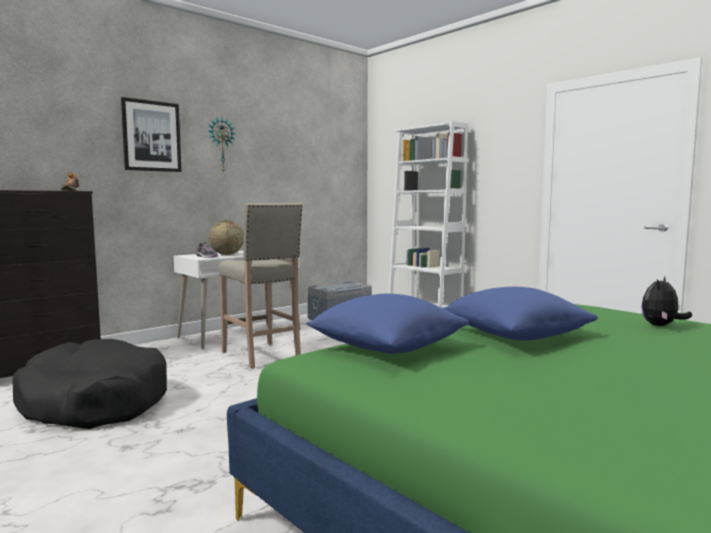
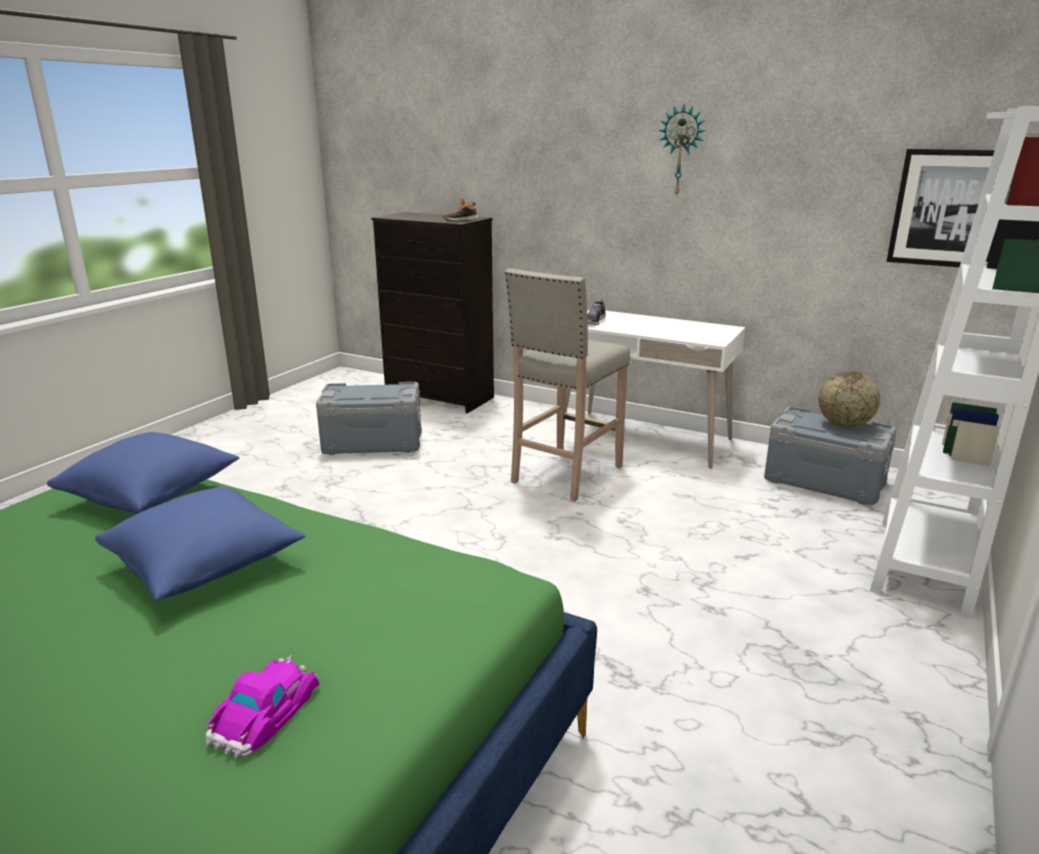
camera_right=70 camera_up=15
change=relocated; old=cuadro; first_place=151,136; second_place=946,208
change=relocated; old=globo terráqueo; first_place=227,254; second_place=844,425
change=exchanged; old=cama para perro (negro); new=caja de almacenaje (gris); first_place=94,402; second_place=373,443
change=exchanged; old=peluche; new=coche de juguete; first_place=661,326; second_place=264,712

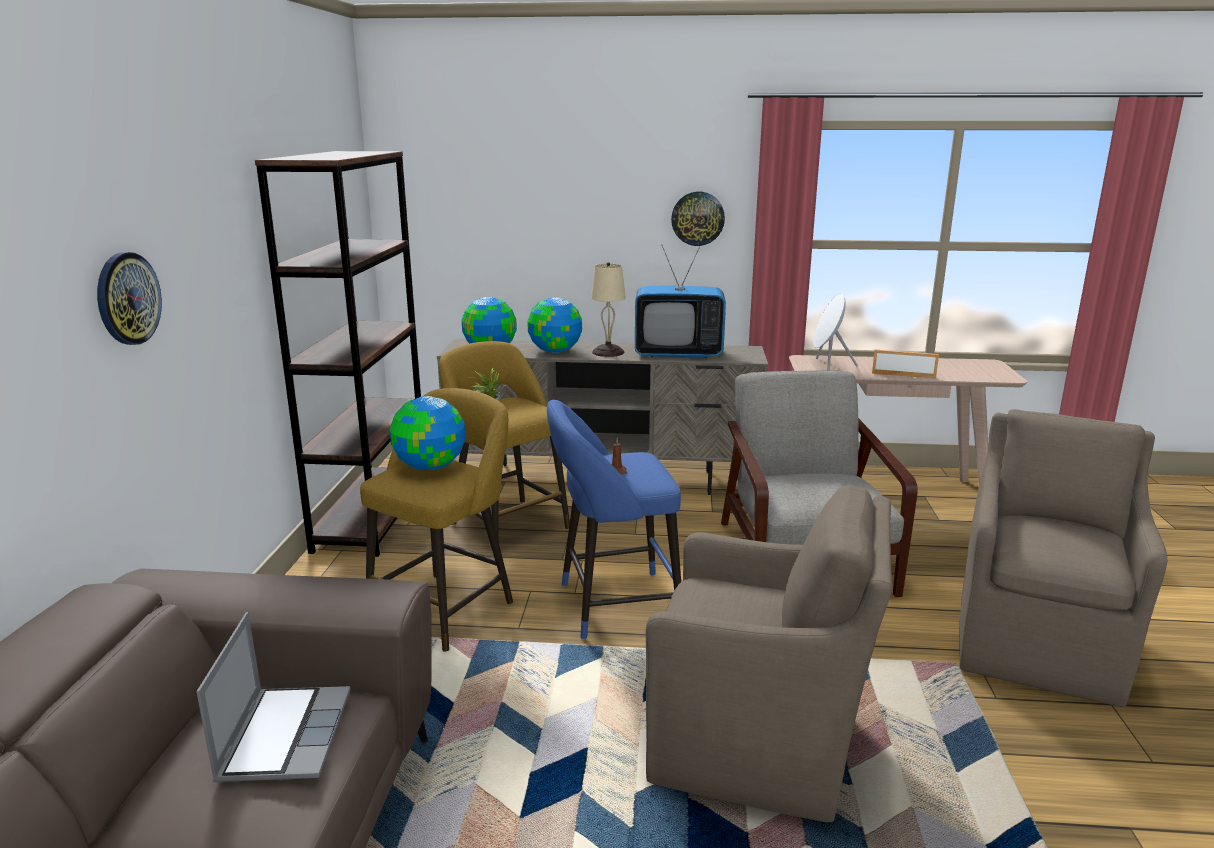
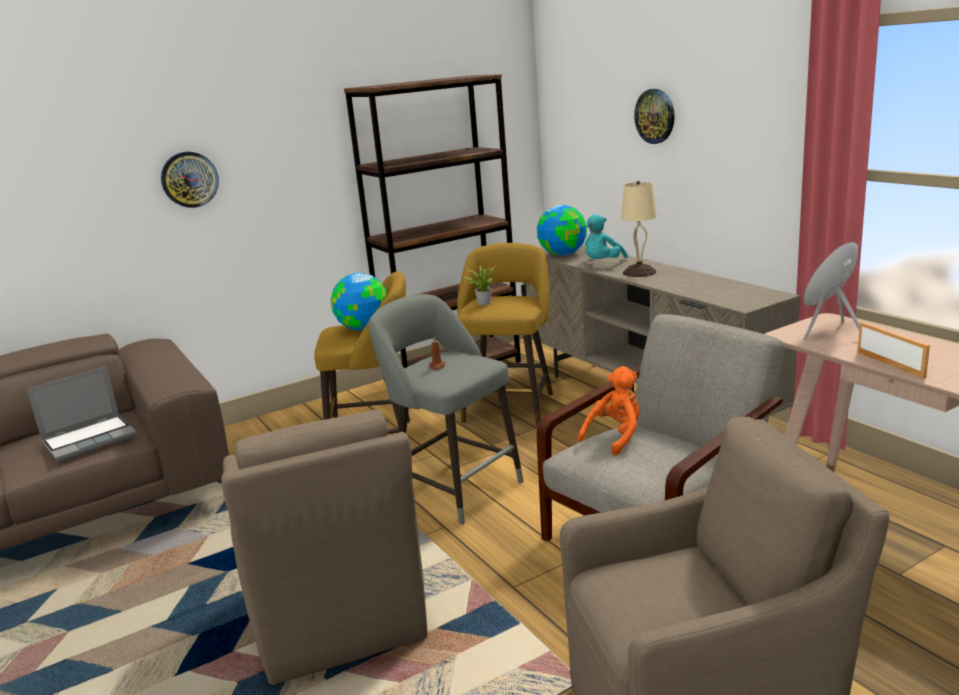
camera_right=55 camera_up=0
change=missing; old=televisor; first_place=678,354
change=appeared; new=peluche (naranja); second_place=615,437
change=relocated; old=reloj de pared; first_place=697,218; second_place=655,116
change=exchanged; old=globo terráqueo; new=peluche (turquesa); first_place=555,351; second_place=602,263
change=colour; old=taburete (azul); new=taburete (gris); first_place=612,606; second_place=453,488

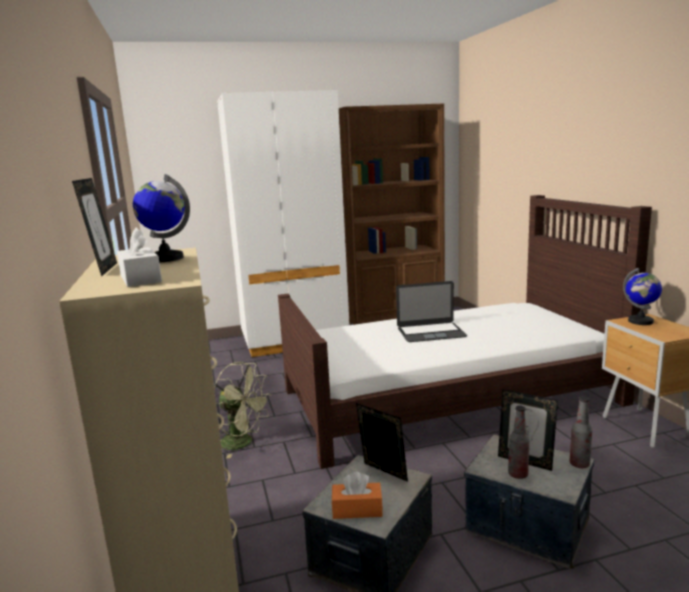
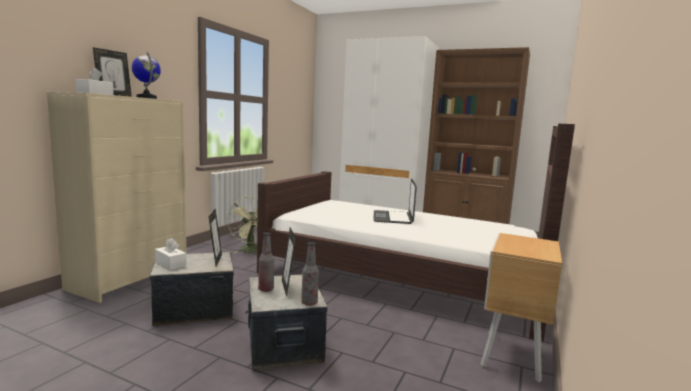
camera_right=40 camera_up=-5
change=missing; old=globo terráqueo; first_place=640,321
change=colour; old=caja de pañuelos (naranja); new=caja de pañuelos (blanco); first_place=357,509; second_place=170,264
change=spun; old=portátil; first_place=431,332; second_place=393,217; degrees=60

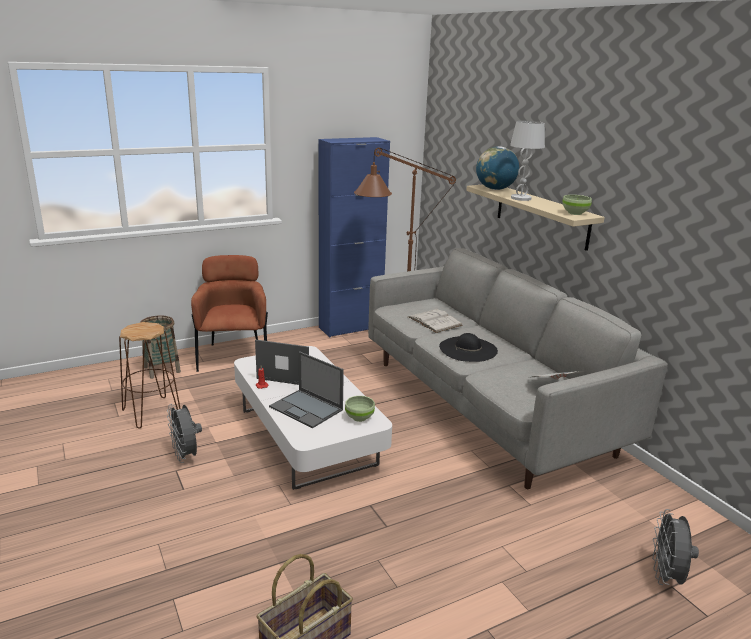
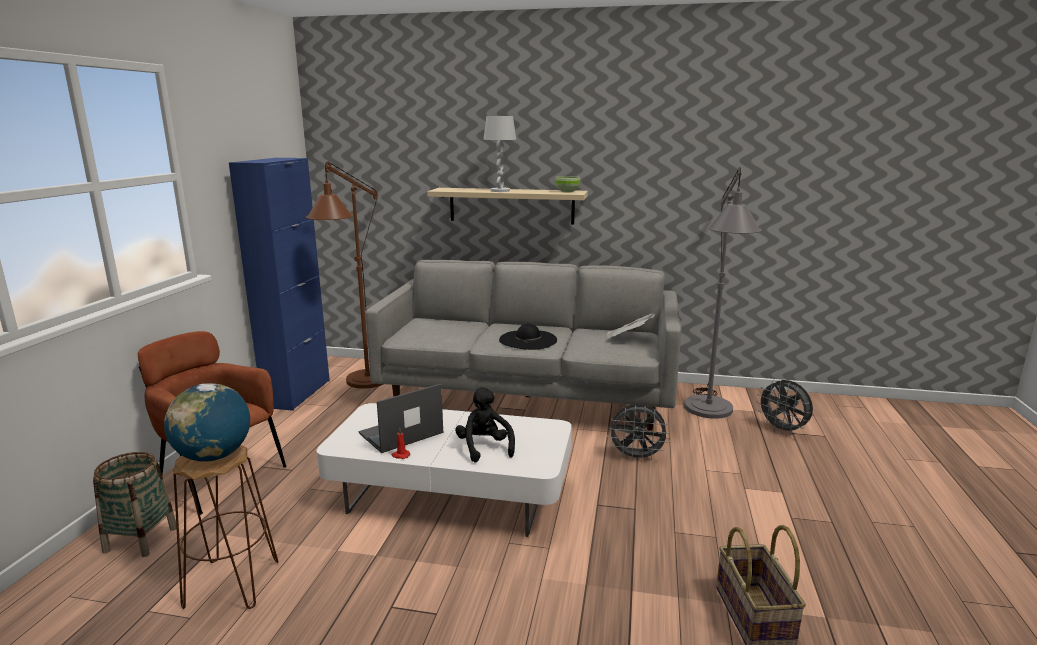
camera_right=-50 camera_up=-5
change=missing; old=cuenco (verde); first_place=360,417
change=missing; old=libro (blanco); first_place=434,321
change=appeared; new=lámpara de pie (gris); second_place=709,414
change=relocated; old=ventilador (gris); first_place=186,456; second_place=636,457
change=relocated; old=globo terráqueo; first_place=495,189; second_place=214,456
change=exchanged; old=portátil; new=peluche (negro); first_place=307,409; second_place=484,448

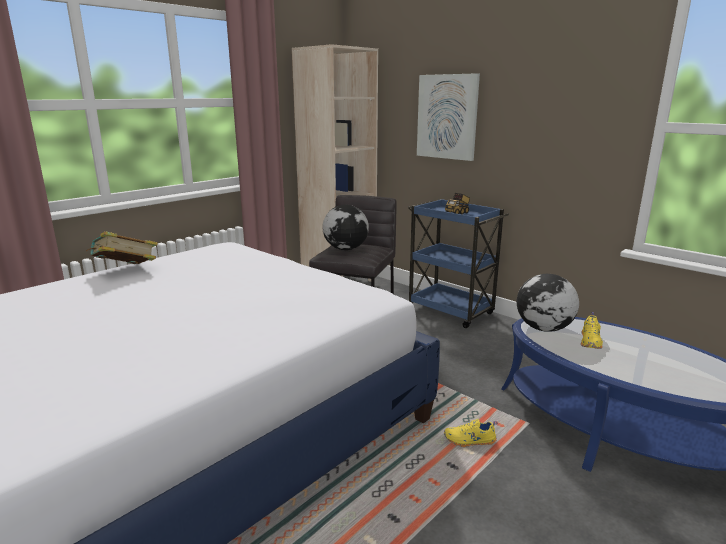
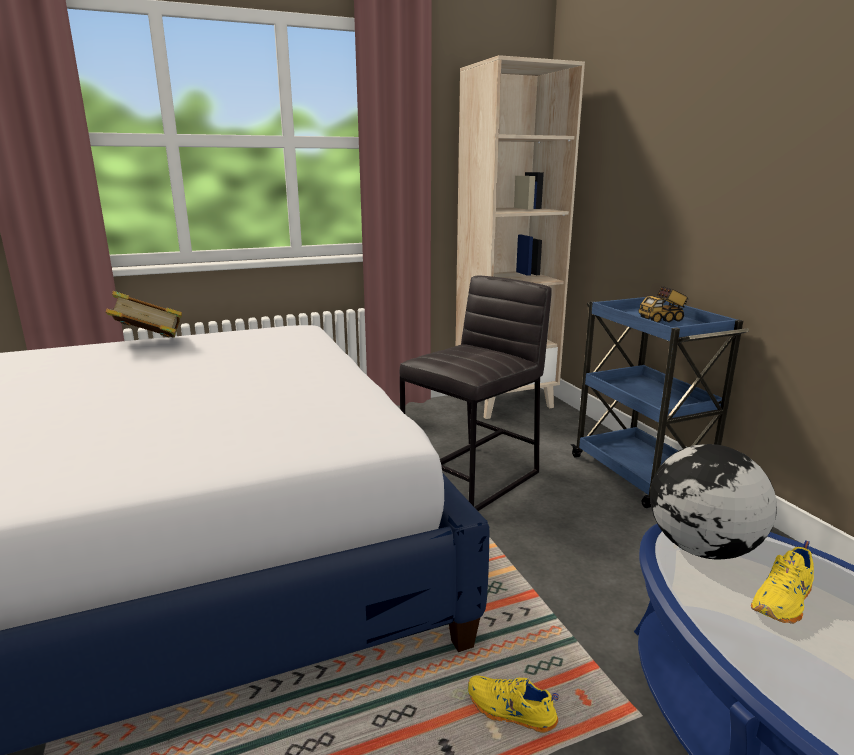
camera_right=25 camera_up=0
change=missing; old=globo terráqueo; first_place=345,249
change=missing; old=cuadro; first_place=447,117

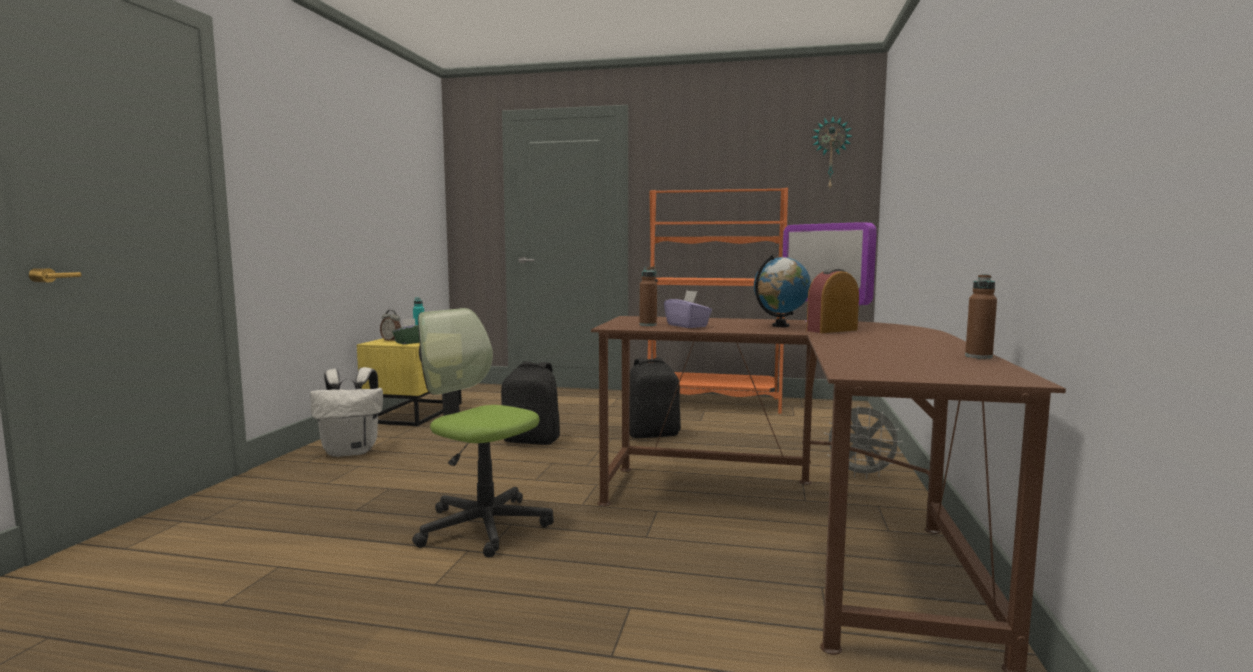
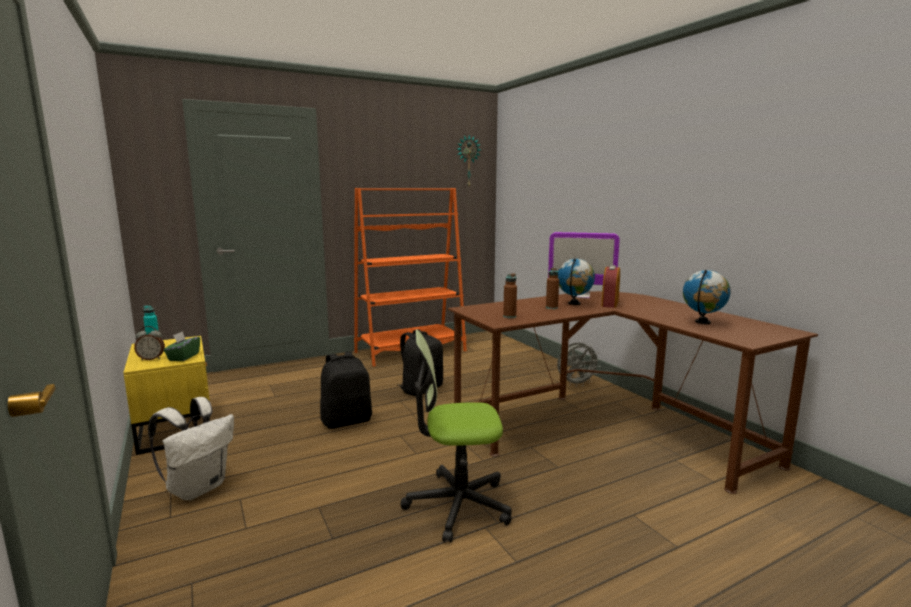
camera_right=-40 camera_up=5
change=missing; old=caja de pañuelos (morado); first_place=687,326
change=appeared; new=globo terráqueo; second_place=703,322
change=relocated; old=botella (marrón); first_place=978,356; second_place=551,308

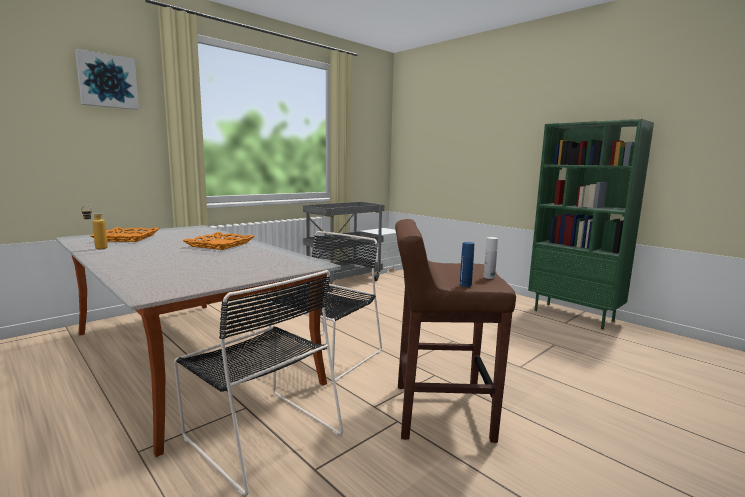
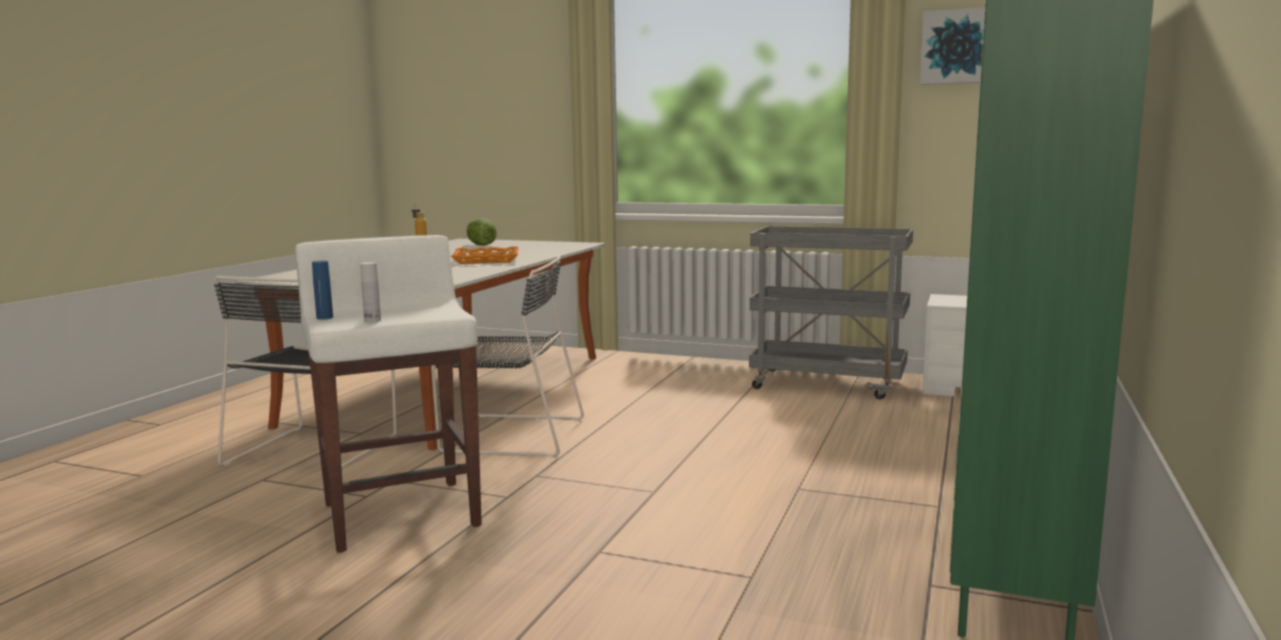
camera_right=65 camera_up=0
change=relocated; old=cuadro; first_place=107,81; second_place=959,47
change=exchanged; old=bandeja (naranja); new=lechuga; first_place=127,238; second_place=480,245
change=colour; old=taburete (marrón); new=taburete (blanco); first_place=440,411; second_place=401,513

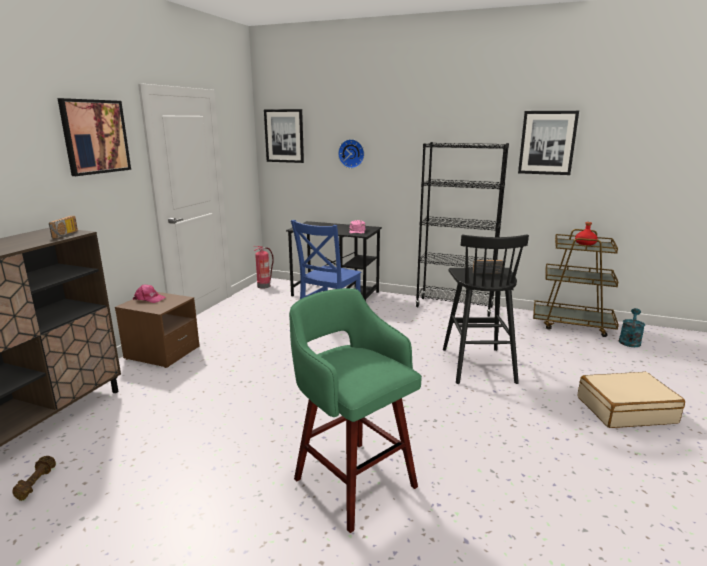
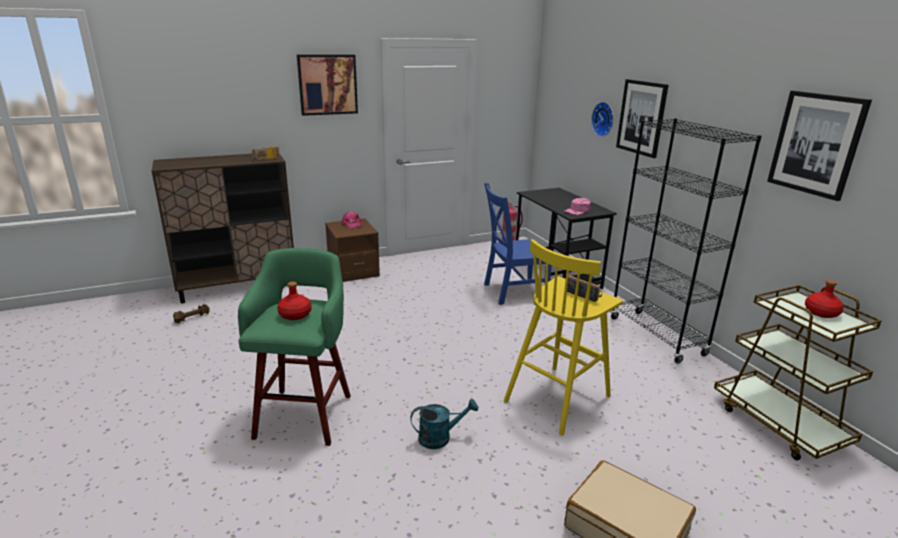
camera_right=45 camera_up=5
change=appeared; new=botella (rojo); second_place=295,315
change=relocated; old=cuadro; first_place=284,136; second_place=641,117
change=relocated; old=regadera (turquesa); first_place=629,341; second_place=440,437
change=colour; old=taburete (negro); new=taburete (amarillo); first_place=477,364; second_place=558,398

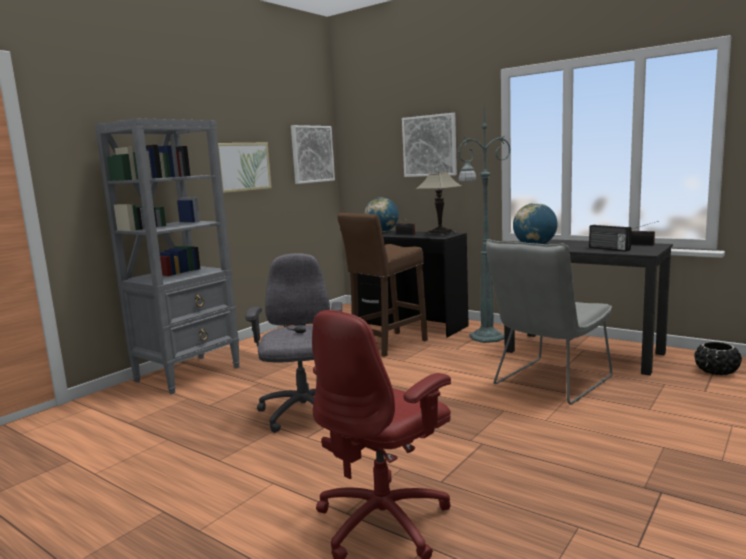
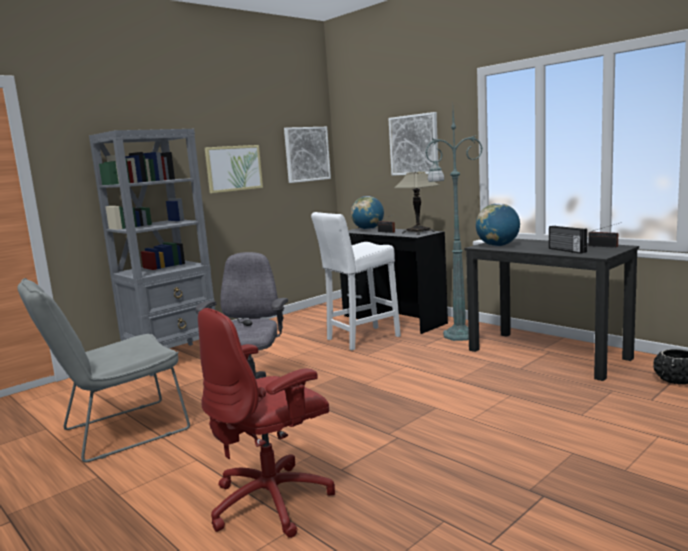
camera_right=10 camera_up=0
change=relocated; old=silla (gris); first_place=548,383; second_place=116,433
change=colour; old=taburete (marrón); new=taburete (blanco); first_place=387,344; second_place=360,339

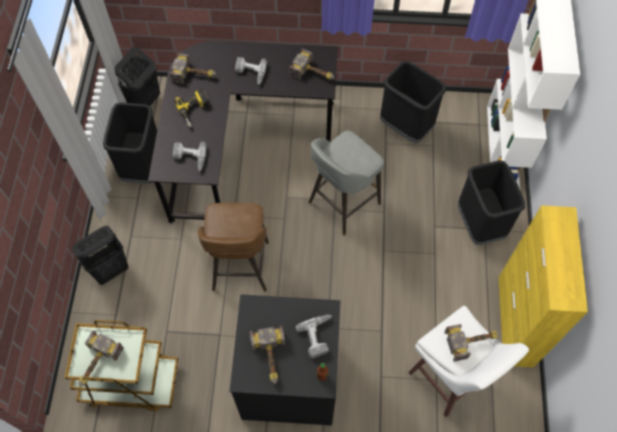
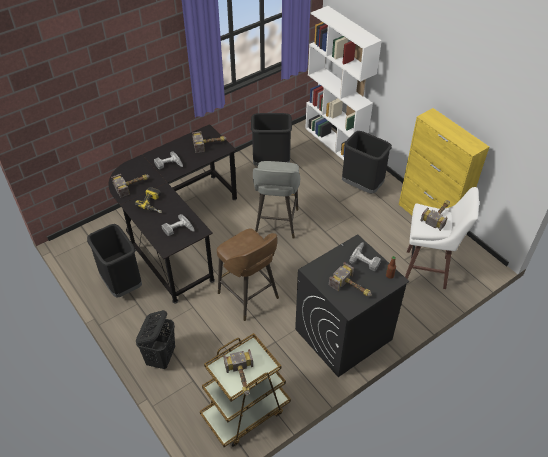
camera_right=-40 camera_up=-15
change=missing; old=cesto de la ropa (negro); first_place=144,101

